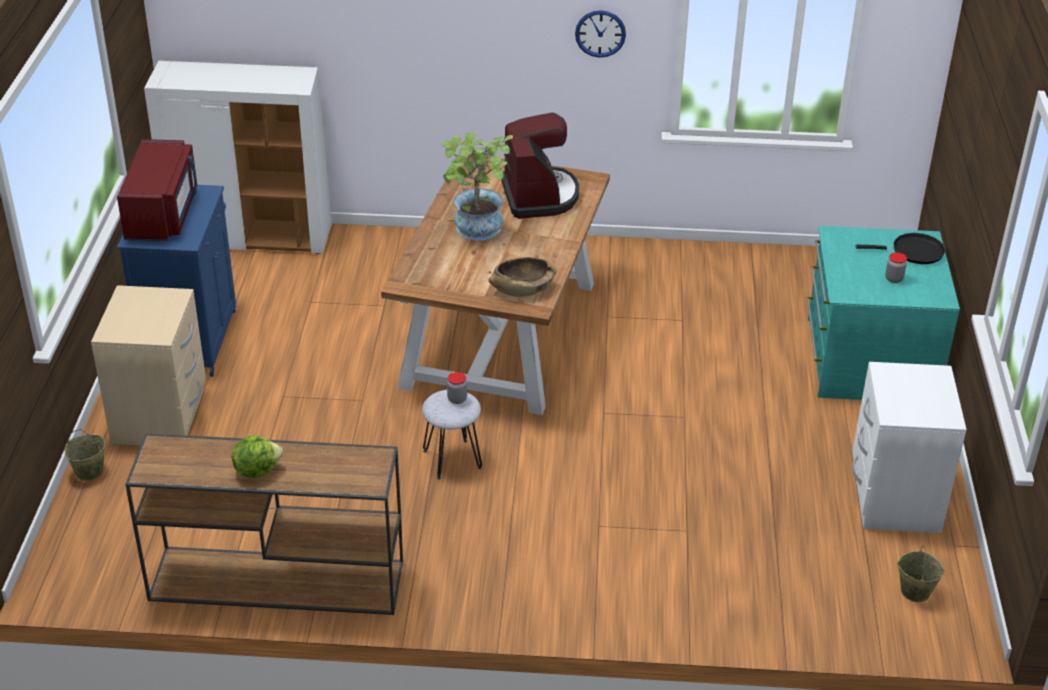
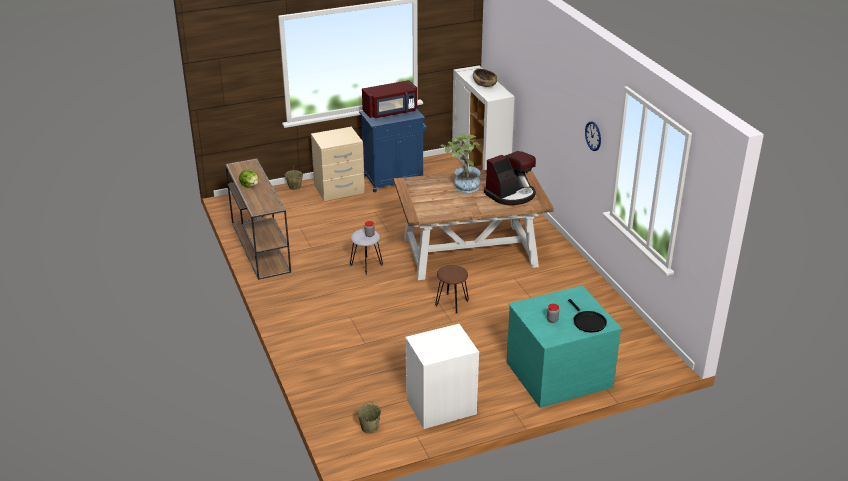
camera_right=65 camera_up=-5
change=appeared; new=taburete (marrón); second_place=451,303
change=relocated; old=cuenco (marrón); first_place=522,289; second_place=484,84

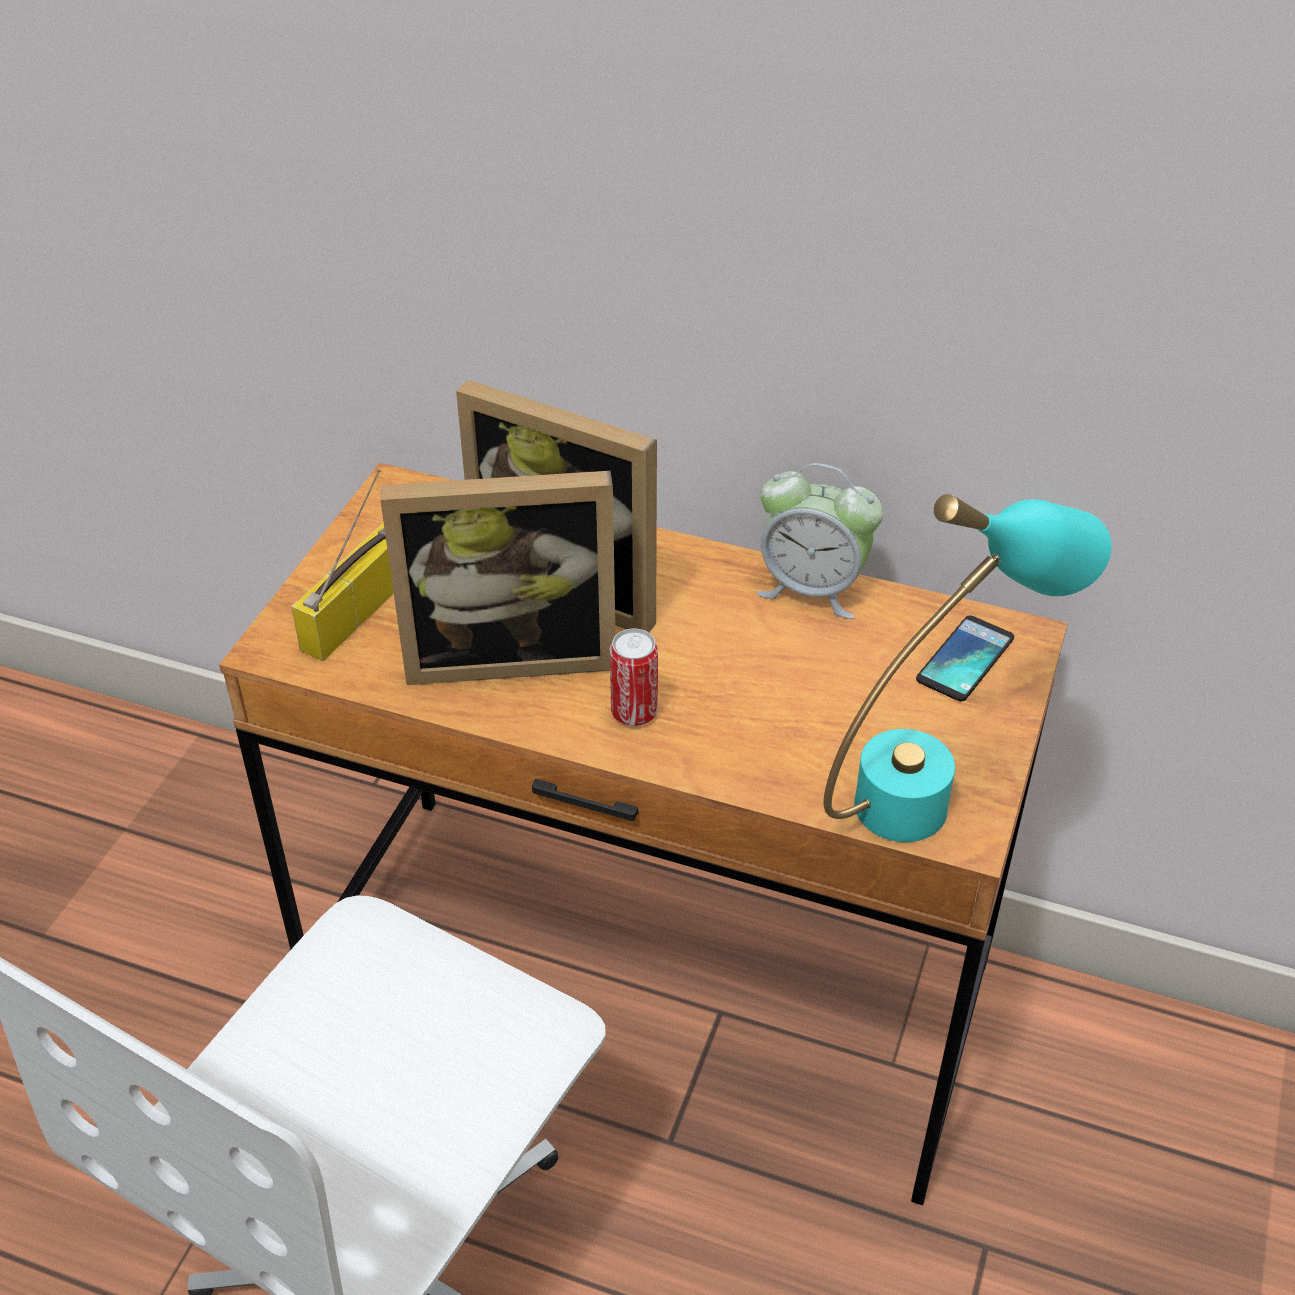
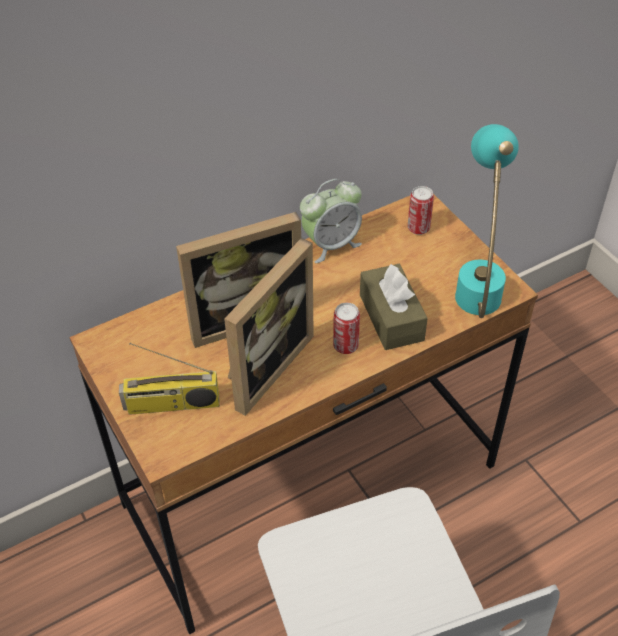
camera_right=-50 camera_up=5
change=appeared; new=caja de pañuelos (marrón); second_place=391,317
change=exchanged; old=móvil; new=lata; first_place=965,659; second_place=418,228
change=spun; old=radio; first_place=358,609; second_place=171,405; degrees=-75

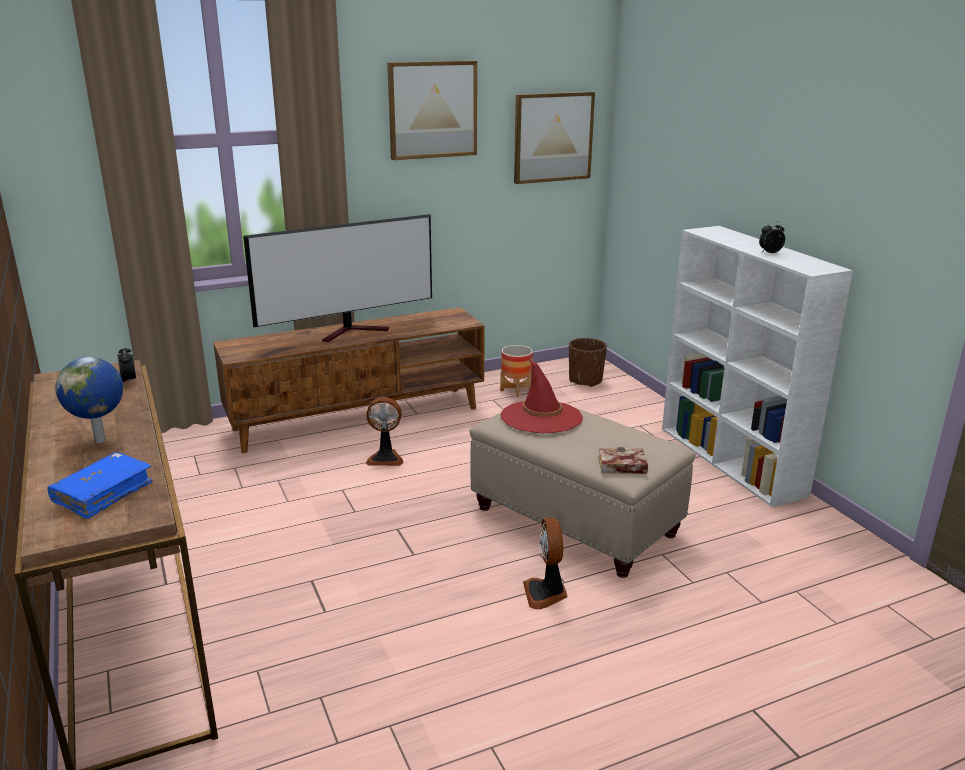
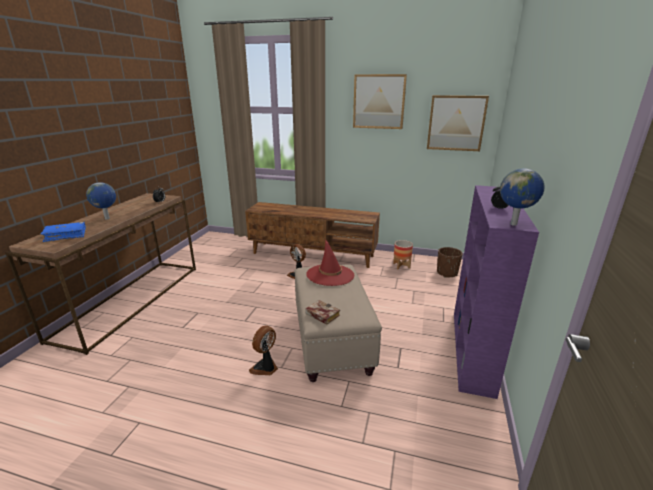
camera_right=40 camera_up=0
change=missing; old=televisor; first_place=353,331
change=appeared; new=globo terráqueo; second_place=514,224
change=colour; old=estantería (blanco); new=estantería (morado); first_place=732,461; second_place=472,351

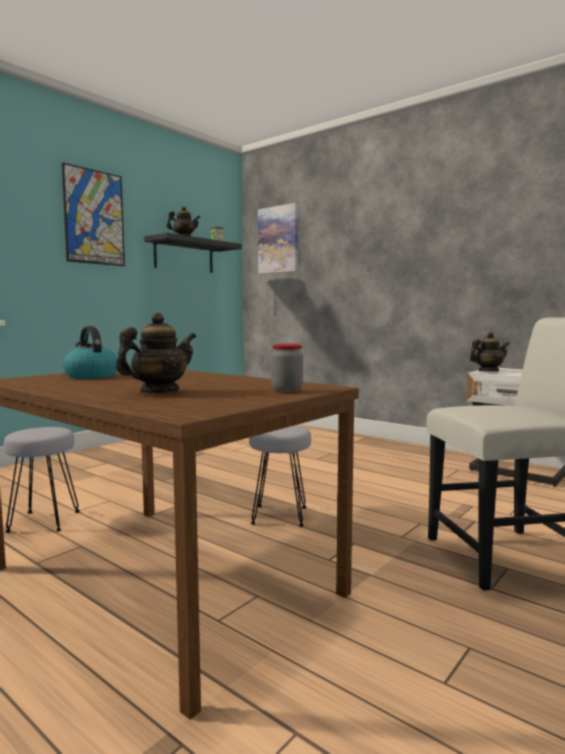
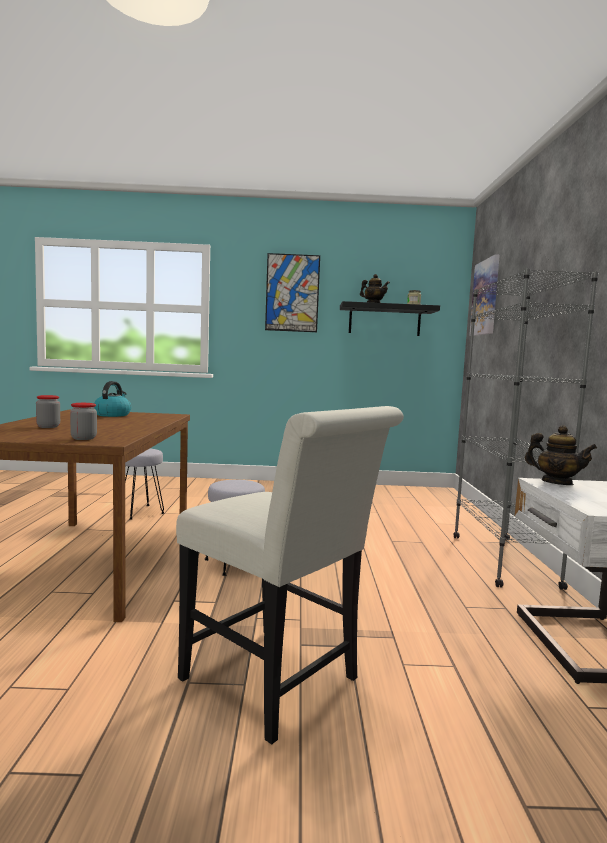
camera_right=50 camera_up=0
change=appeared; new=estantería (gris); second_place=502,560
change=exchanged; old=tetera; new=tarro; first_place=159,392; second_place=48,427

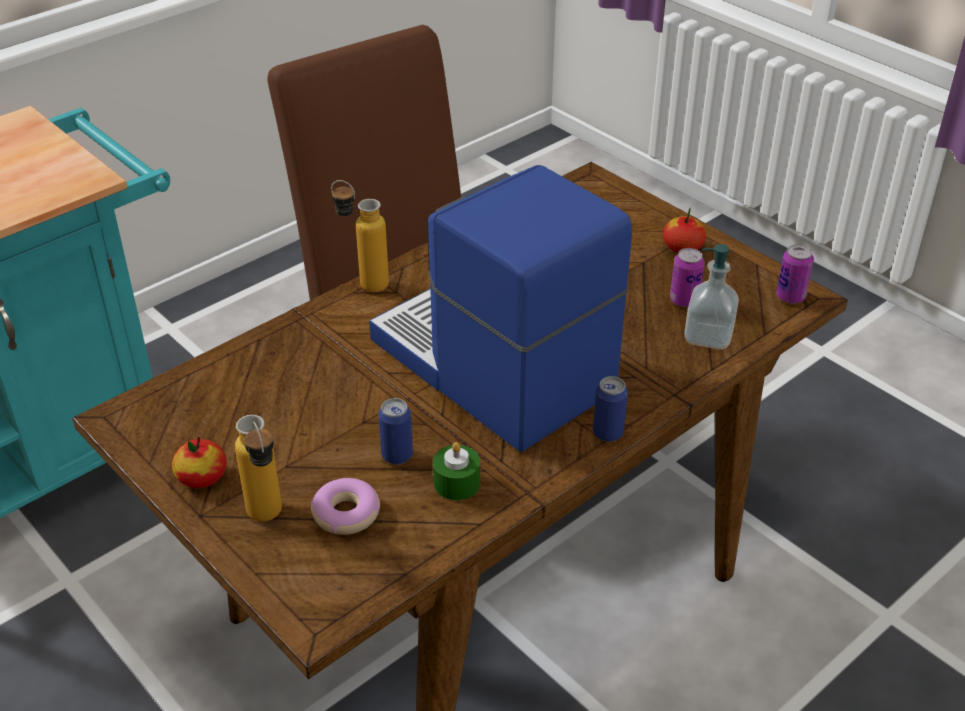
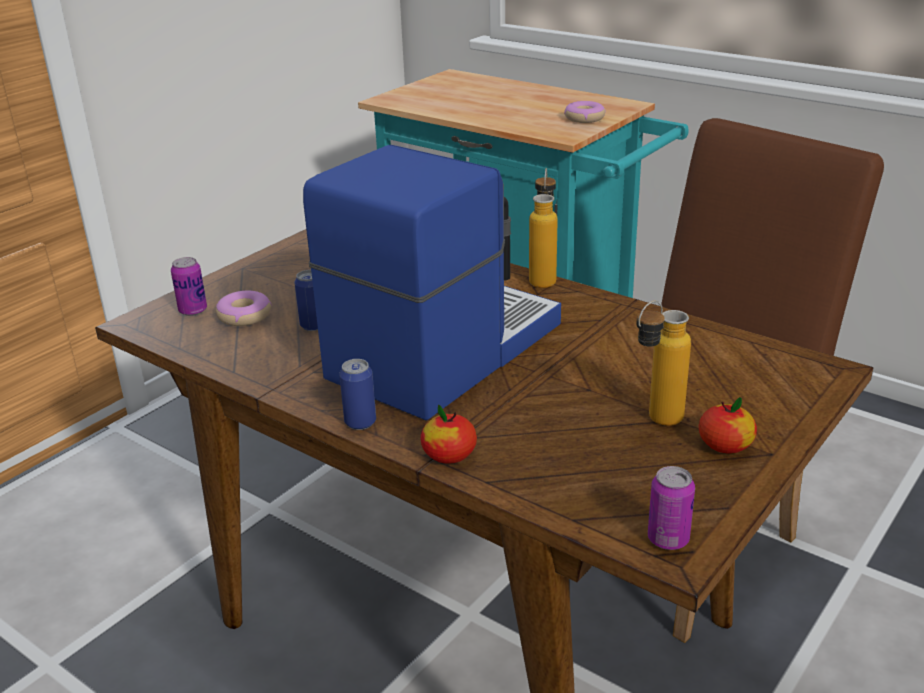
camera_right=80 camera_up=-10
change=missing; old=vela (verde); first_place=456,483
change=missing; old=dispensador de jabón; first_place=708,336
change=appeared; new=rosquilla; second_place=584,118
change=relocated; old=manzana; first_place=202,477; second_place=449,455
change=relocated; old=botella; first_place=268,520; second_place=655,422
change=relocated; old=lata; first_place=684,300; second_place=193,310

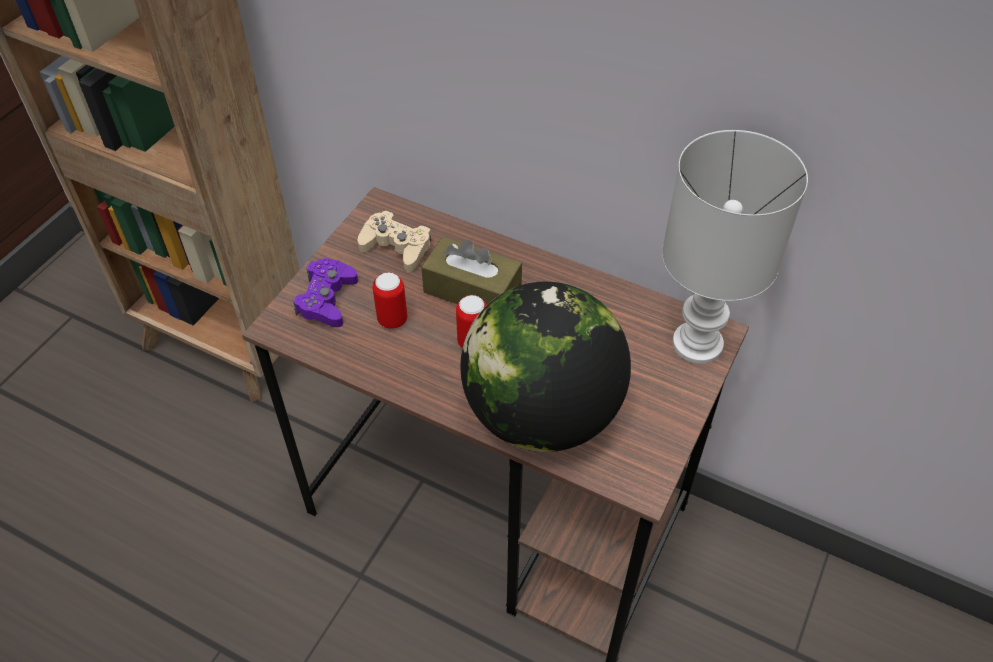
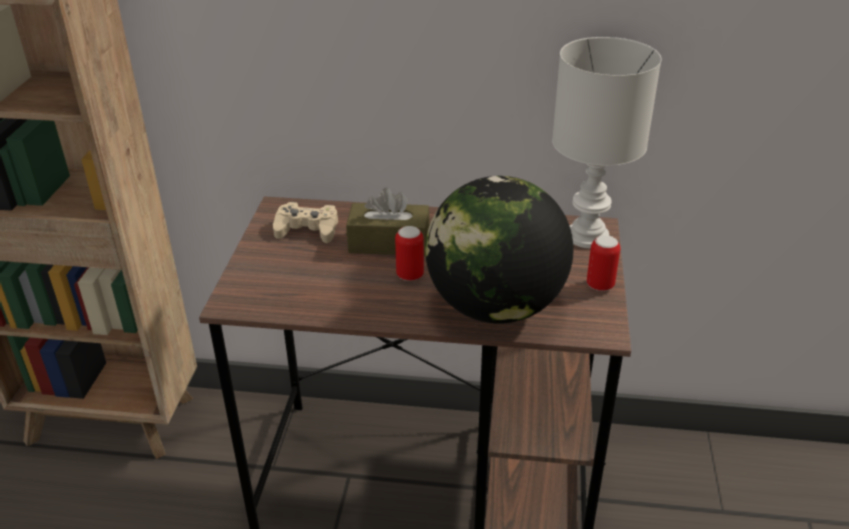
camera_right=-20 camera_up=-15
change=missing; old=mando de consola (morado); first_place=327,299
change=relocated; old=lata; first_place=392,320; second_place=600,285

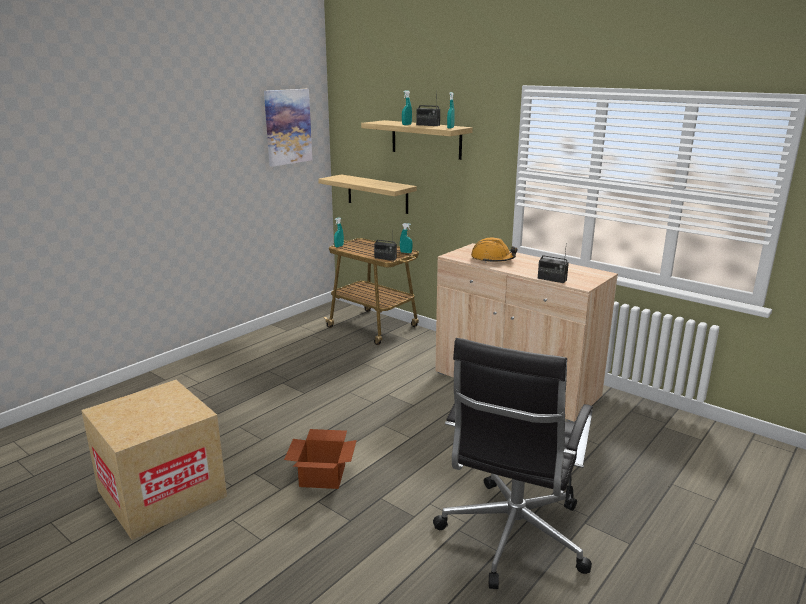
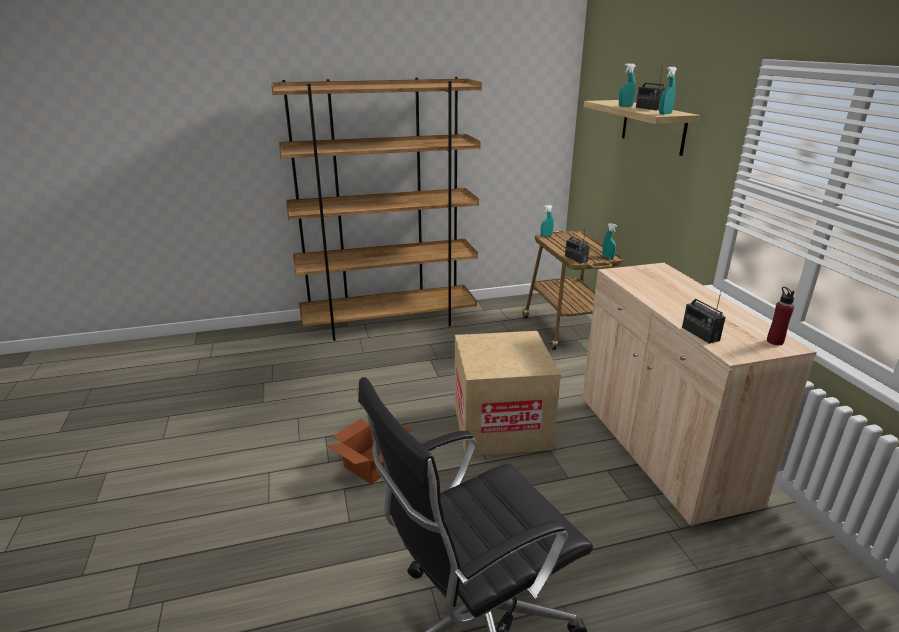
camera_right=35 camera_up=5
change=missing; old=cuadro; first_place=287,127
change=missing; old=estante; first_place=377,194
change=missing; old=casco (naranja); first_place=492,259
change=appeared; new=estantería (marrón); second_place=389,322
change=appeared; new=botella (rojo); second_place=774,341
change=relocated; old=caja de cartón; first_place=162,493; second_place=500,426

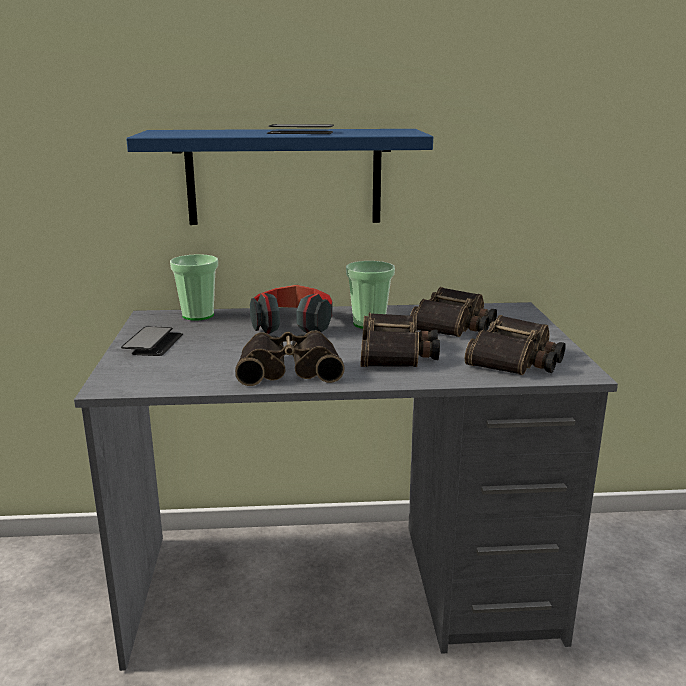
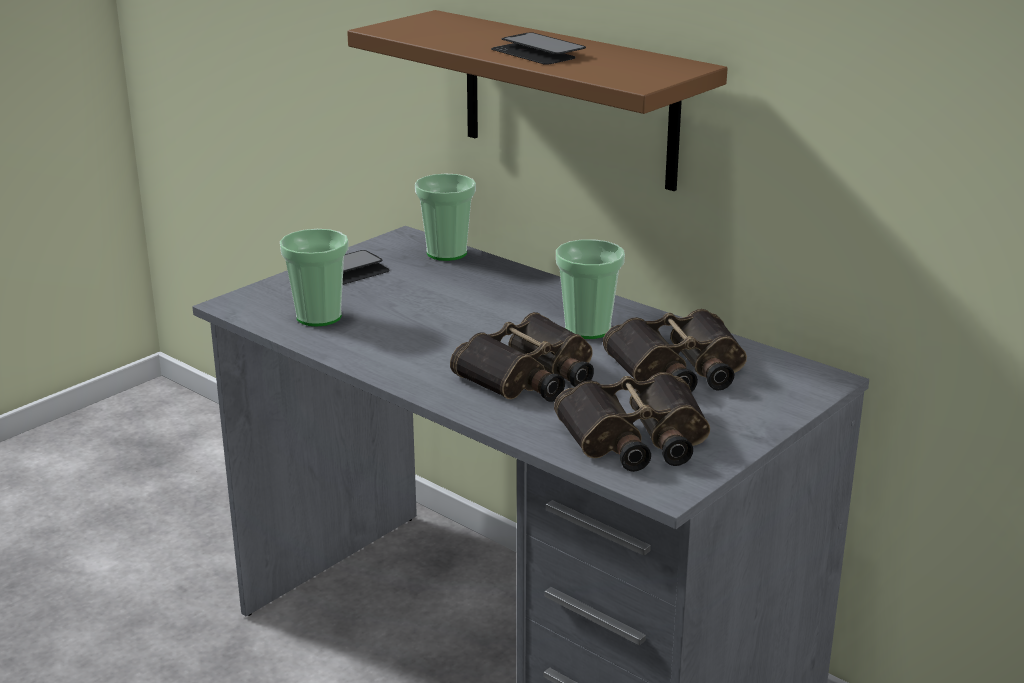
camera_right=45 camera_up=5
change=missing; old=prismáticos; first_place=290,369
change=missing; old=auriculares; first_place=292,324
change=appeared; new=taza; second_place=319,317
change=colour; old=estante (azul); new=estante (marrón); first_place=284,177; second_place=568,99

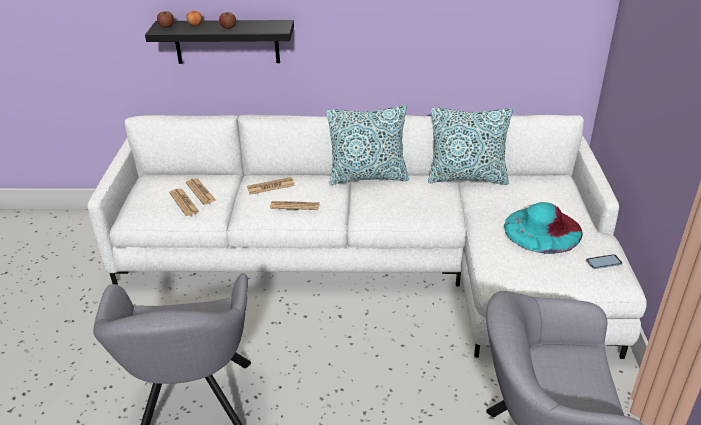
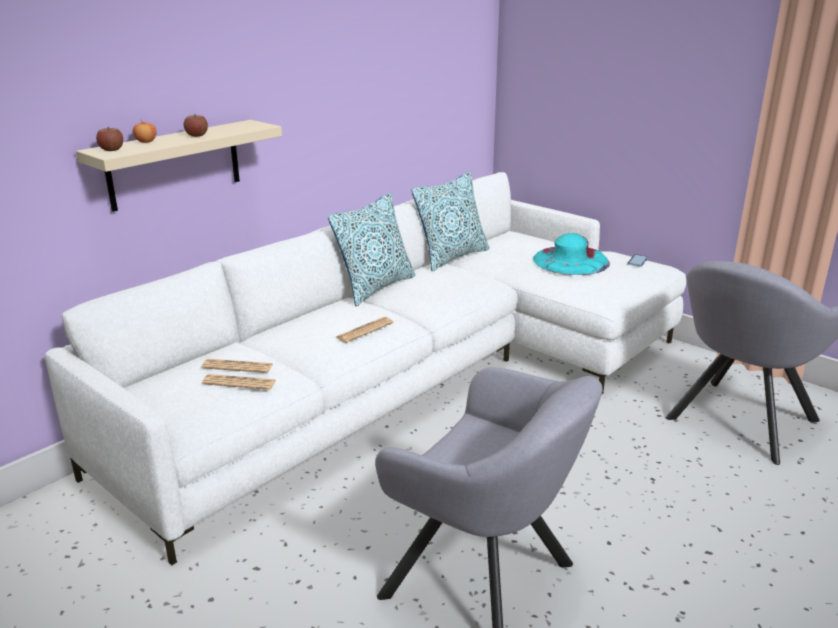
camera_right=-50 camera_up=-10
change=missing; old=periódico; first_place=271,186
change=colour; old=estante (negro); new=estante (beis); first_place=226,41; second_place=174,165

